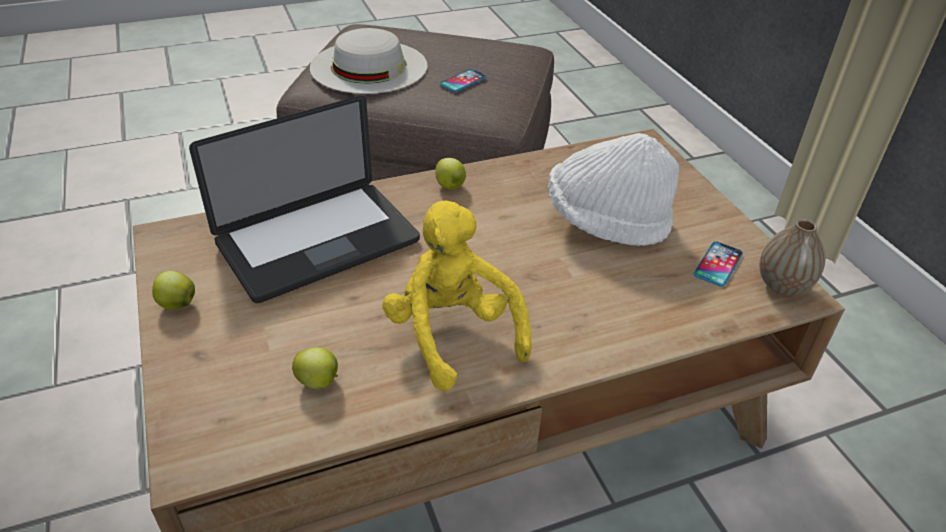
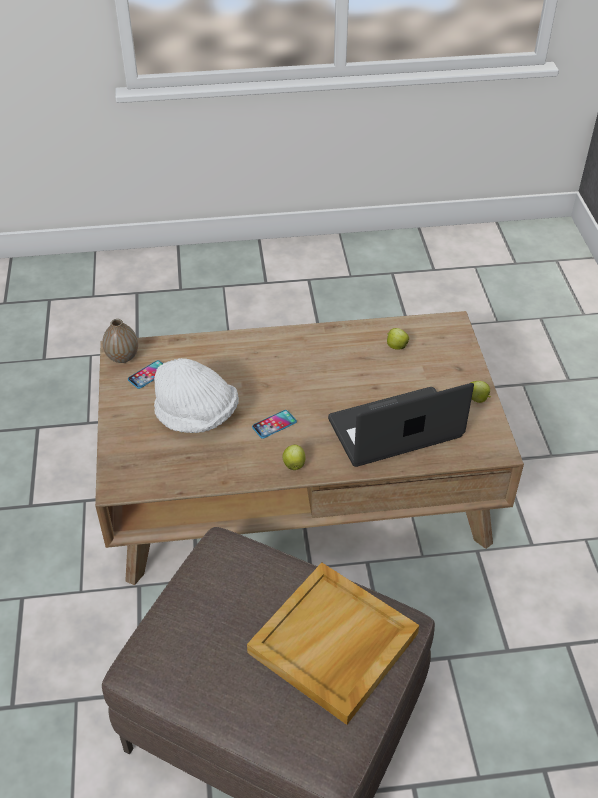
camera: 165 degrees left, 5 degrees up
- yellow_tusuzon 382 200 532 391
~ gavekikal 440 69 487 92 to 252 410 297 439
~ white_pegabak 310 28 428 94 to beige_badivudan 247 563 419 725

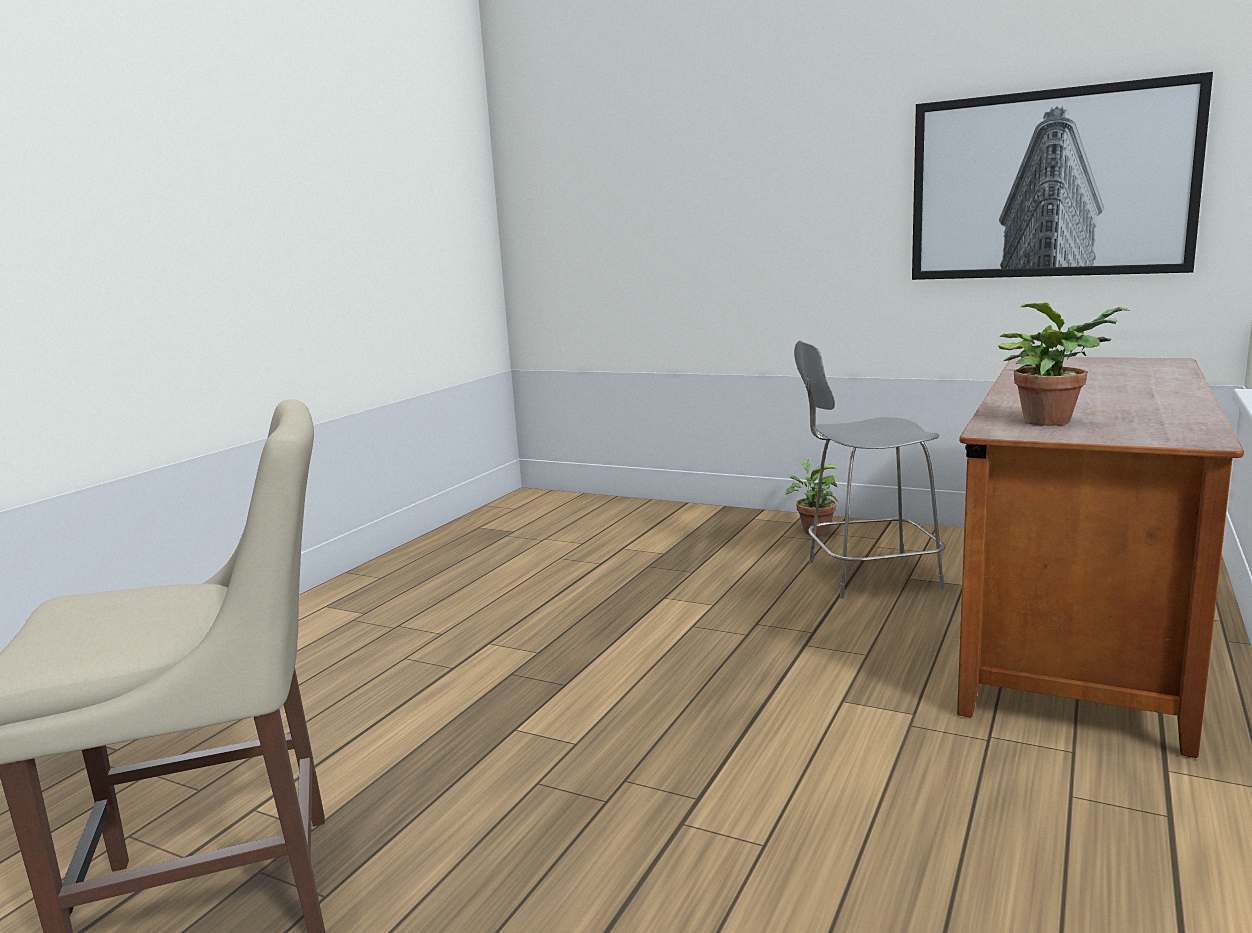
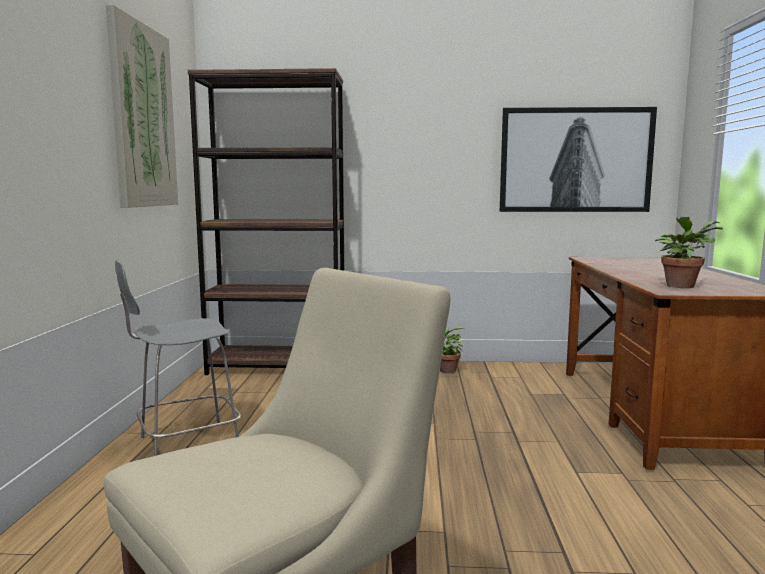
camera: 25 degrees left, 5 degrees down
+ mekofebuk 106 4 178 208
+ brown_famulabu 188 68 344 375
~ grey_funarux 794 340 945 599 to 115 259 241 456

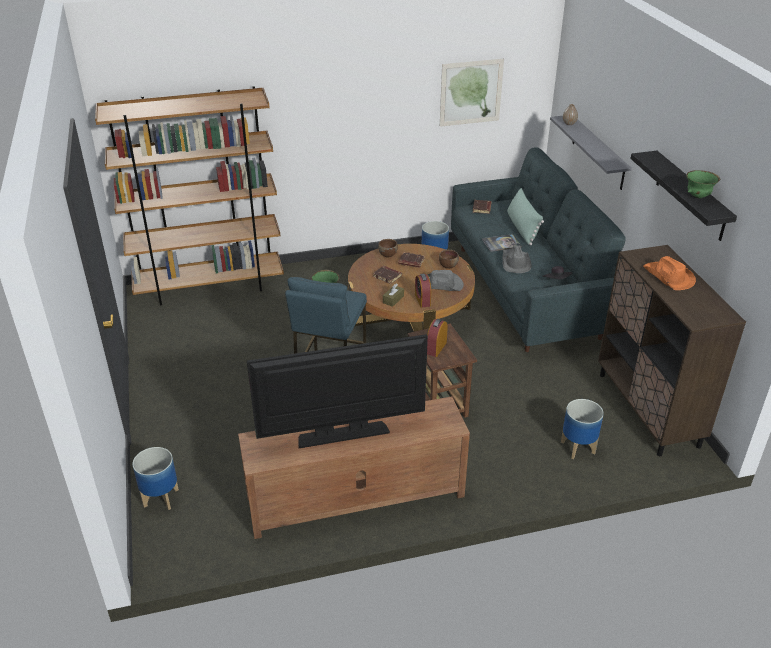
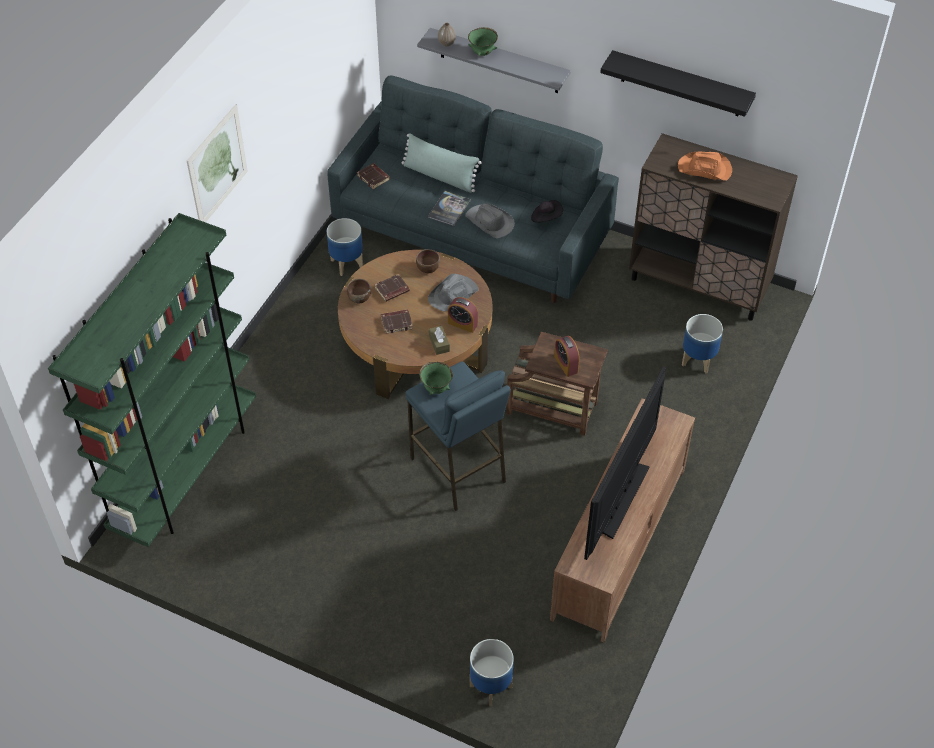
camera: 50 degrees left, 15 degrees up
~ mekofebuk 440 59 504 127 to 187 104 248 222
~ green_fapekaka 686 170 720 198 to 468 27 498 56
~ brown_famulabu 95 86 284 305 to green_famulabu 48 213 256 547

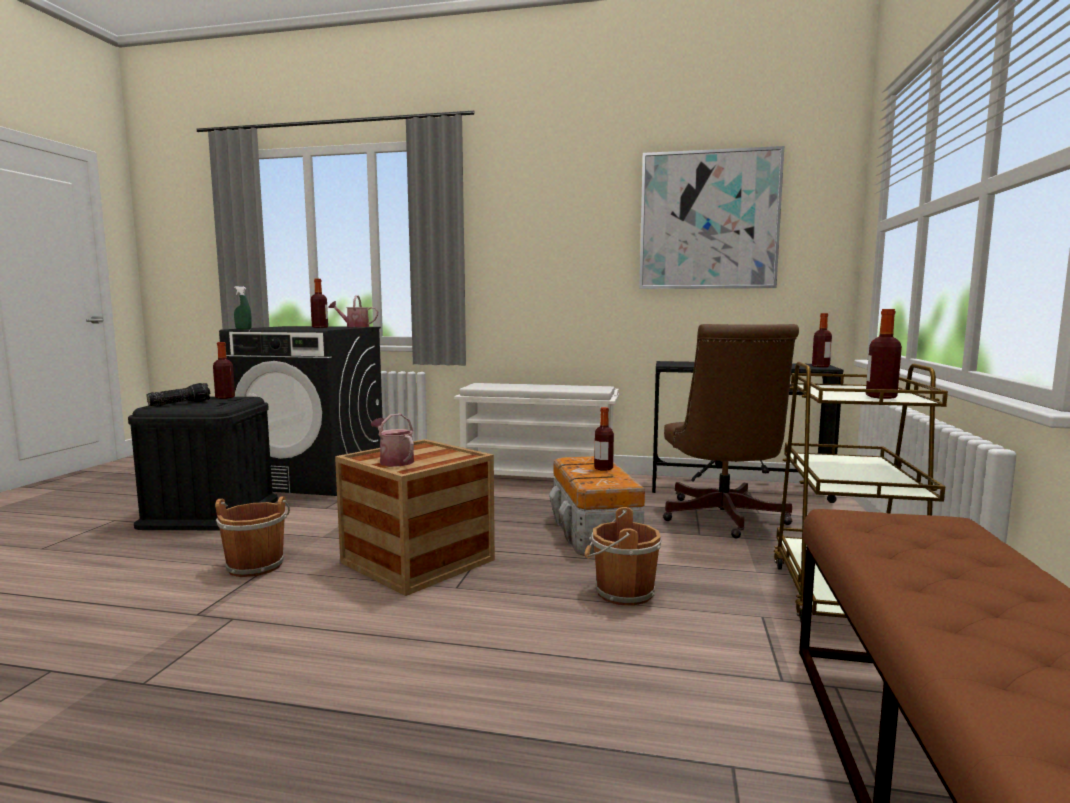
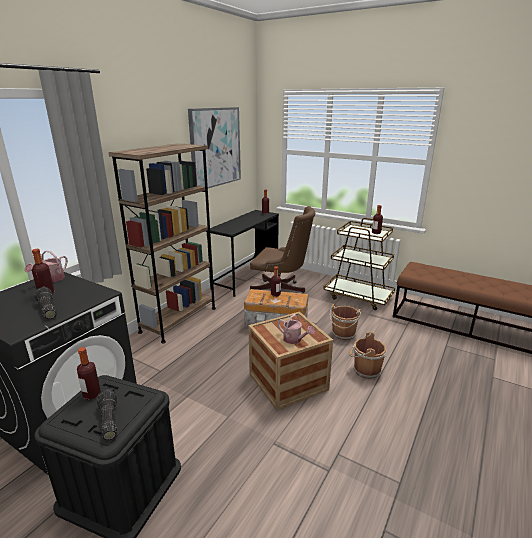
camera: 70 degrees left, 15 degrees up
- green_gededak 234 286 252 329
+ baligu 34 287 57 319
~ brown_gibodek 215 496 290 577 to 350 332 387 379
~ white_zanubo 454 383 619 478 to brown_famulabu 109 143 216 344
~ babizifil 371 413 414 467 = 278 314 315 344 120 degrees counterclockwise

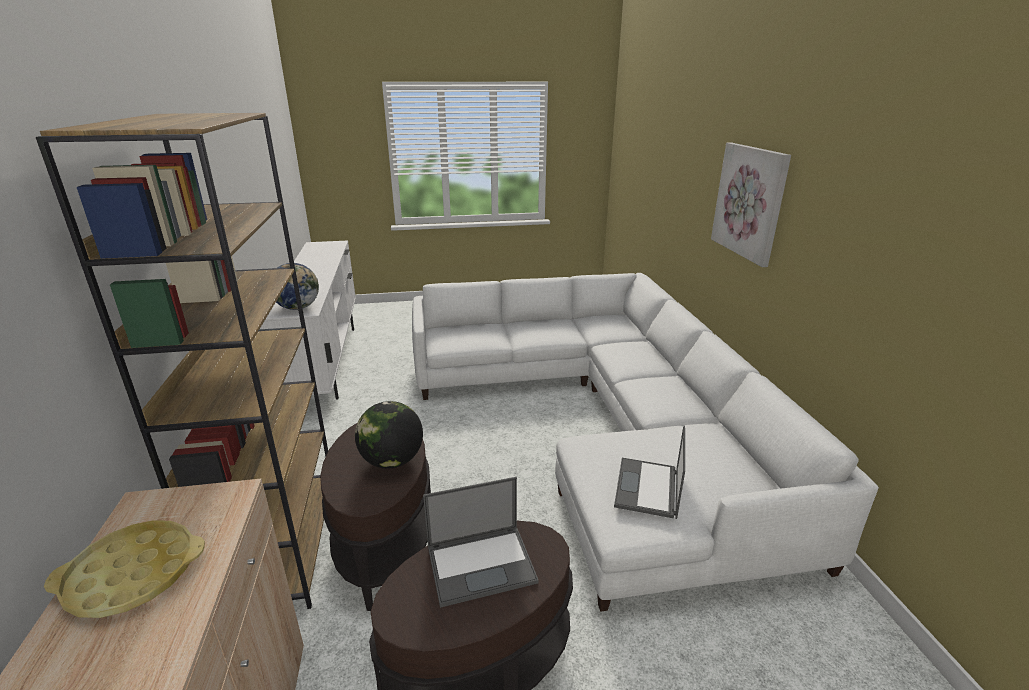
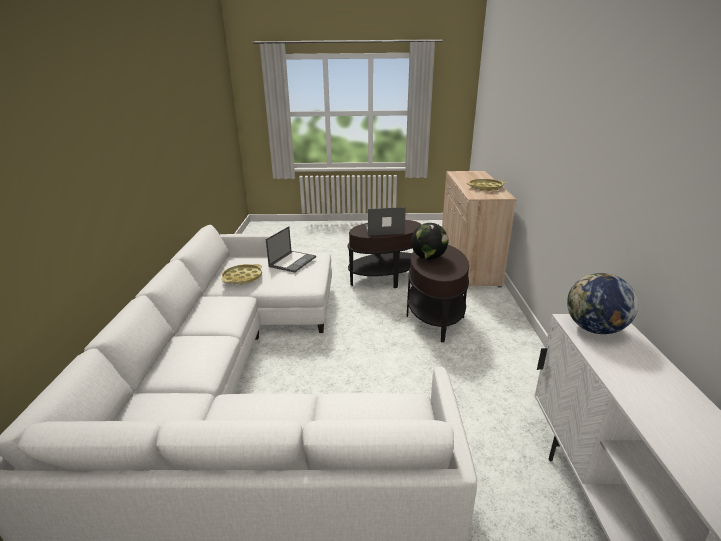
camera: 170 degrees left, 0 degrees up
- brown_famulabu 36 113 328 609
- mekofebuk 711 142 791 267
+ yellow_badivudan 221 264 262 285

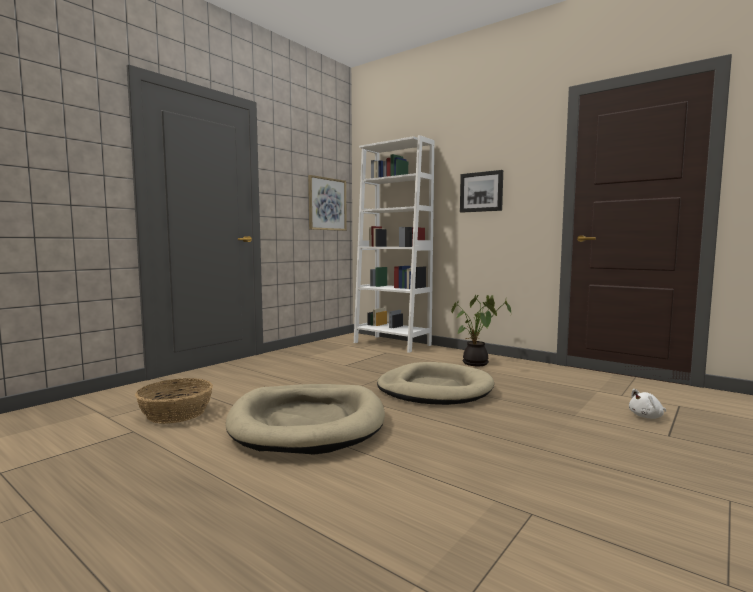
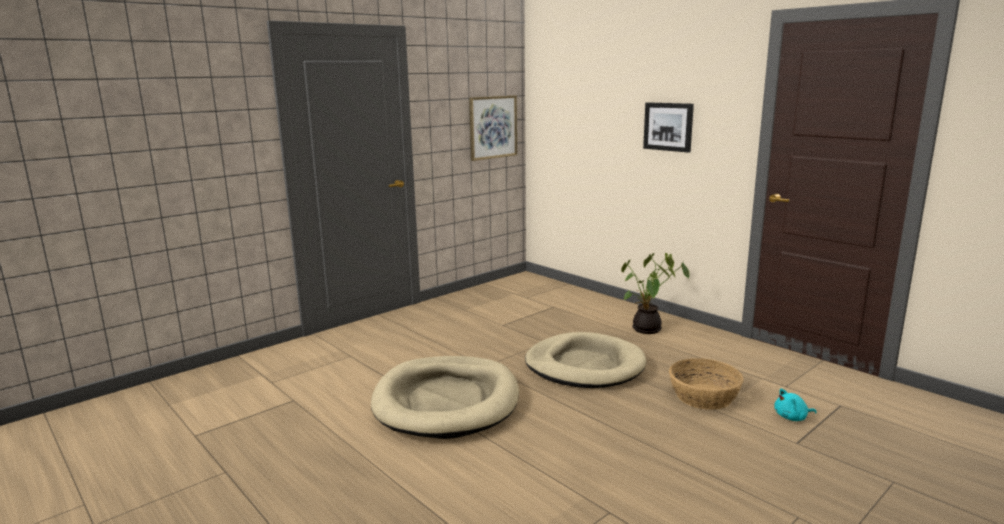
camera: 10 degrees right, 10 degrees up
- white_famulabu 354 135 434 353
~ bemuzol 135 378 213 424 to 669 359 744 410
~ white_tusuzon 629 389 666 419 to turquoise_tusuzon 774 389 817 421

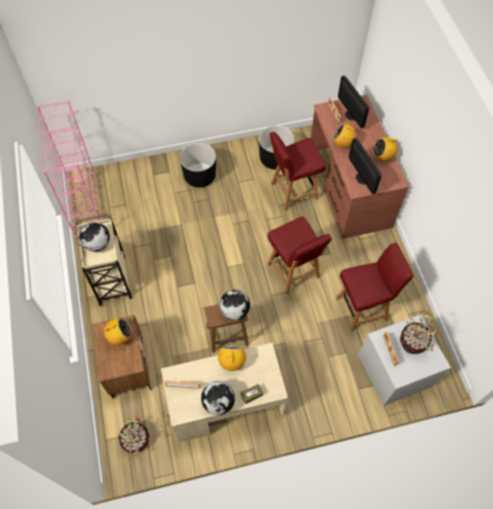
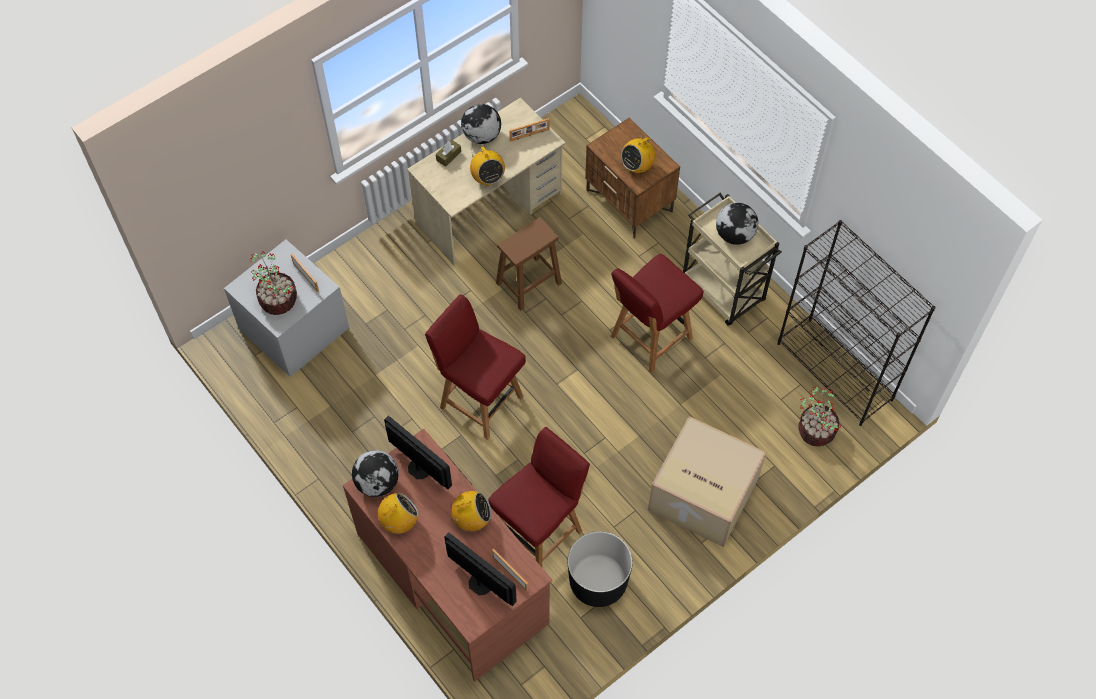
camera: 155 degrees right, 0 degrees up
~ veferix 118 415 149 456 to 798 387 841 446
~ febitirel 219 290 250 320 to 352 450 399 497
~ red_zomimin 335 242 414 332 to 611 254 703 374
~ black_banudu 180 143 216 188 to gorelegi 648 416 767 547
~ pink_famulabu 36 100 102 241 to black_famulabu 778 220 936 426

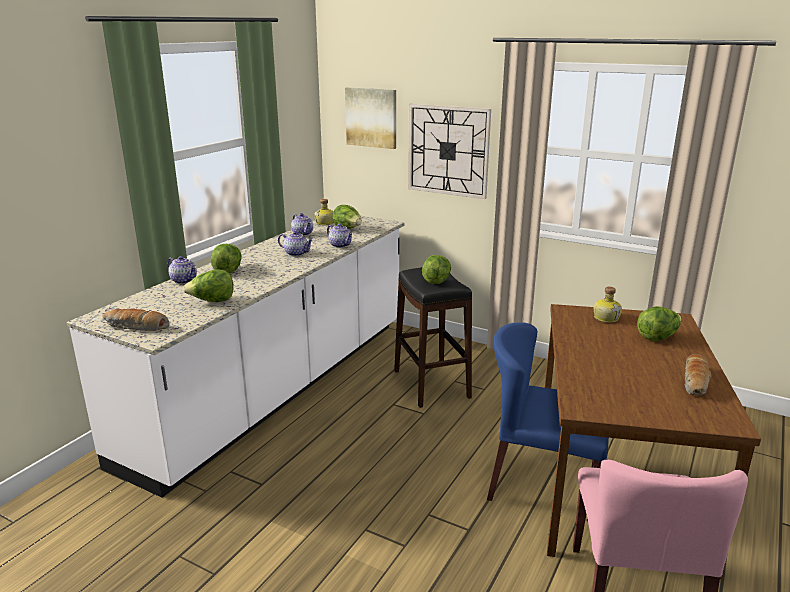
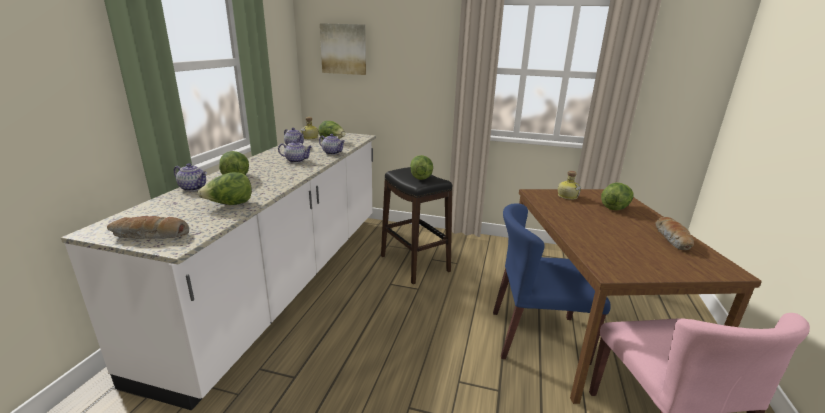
camera: 15 degrees left, 0 degrees up
- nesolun 408 104 491 199

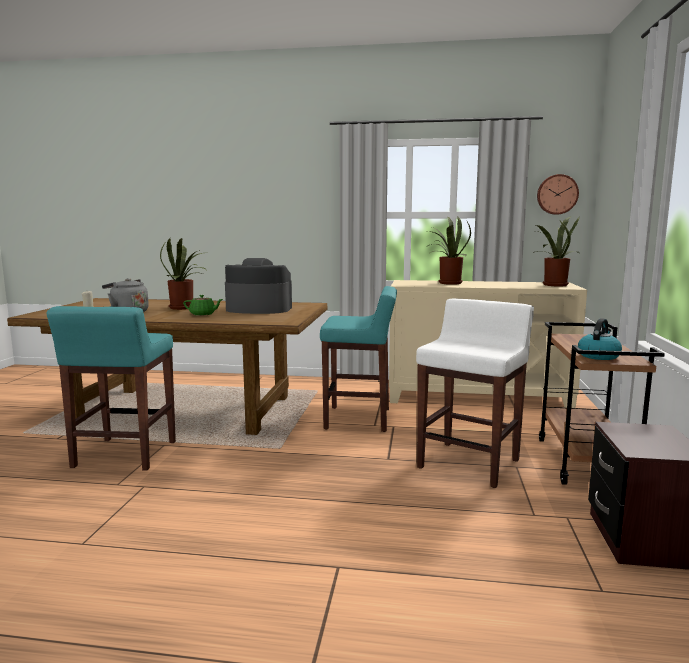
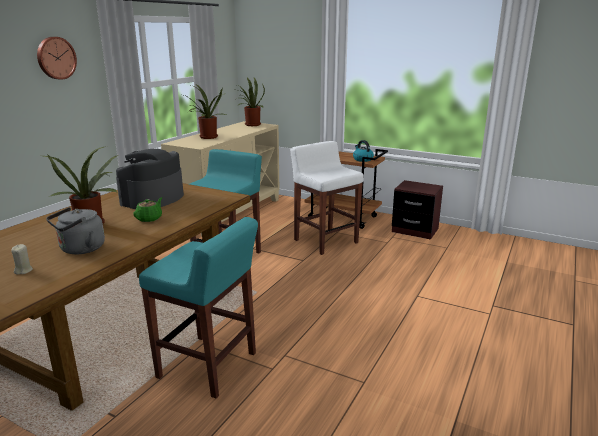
camera: 70 degrees left, 10 degrees up
~ nesolun 537 174 579 215 to 37 37 77 80

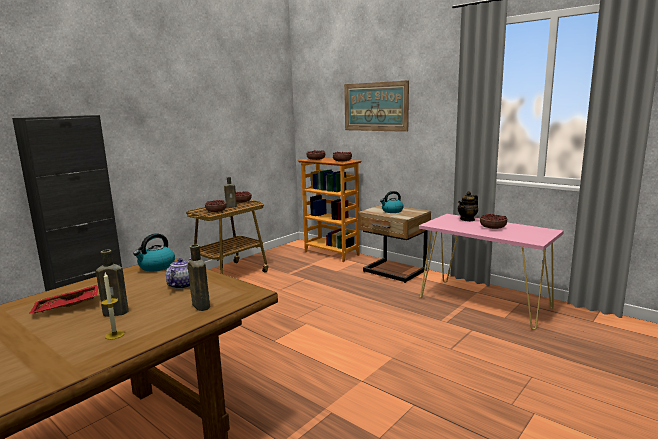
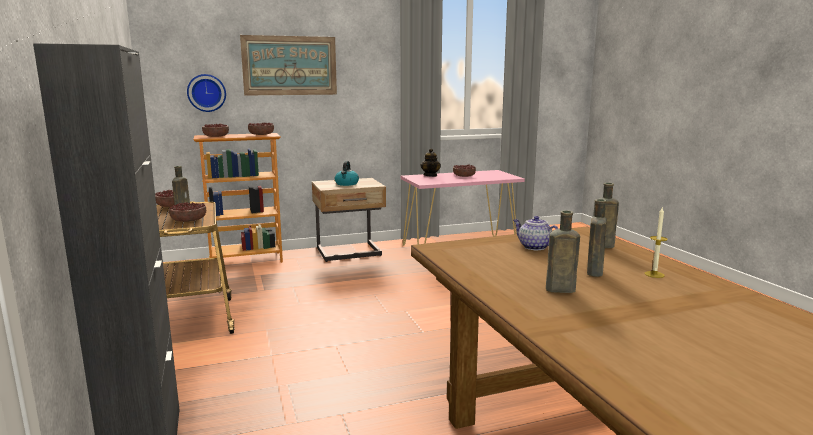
camera: 60 degrees left, 0 degrees up
- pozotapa 133 233 175 271
+ nesolun 187 74 226 112
~ red_badivudan 29 285 98 314 to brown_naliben 546 210 580 293

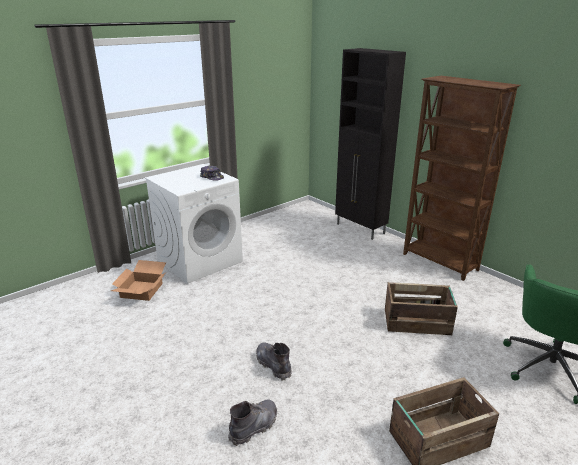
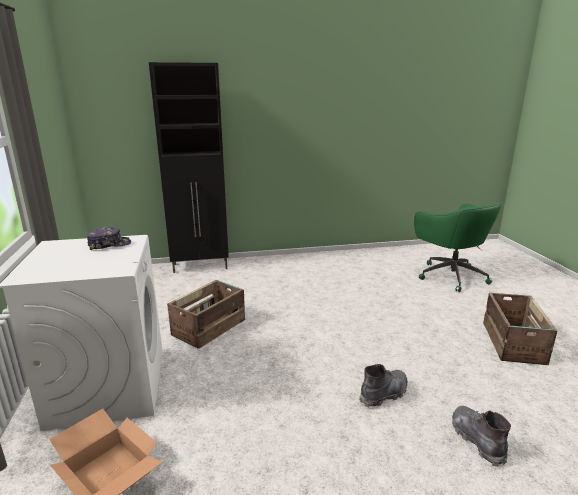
camera: 60 degrees left, 5 degrees down
- brown_famulabu 403 76 521 281
~ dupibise 385 282 458 335 to 167 280 245 349
~ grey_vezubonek 256 343 292 381 = 359 364 408 408 150 degrees clockwise

